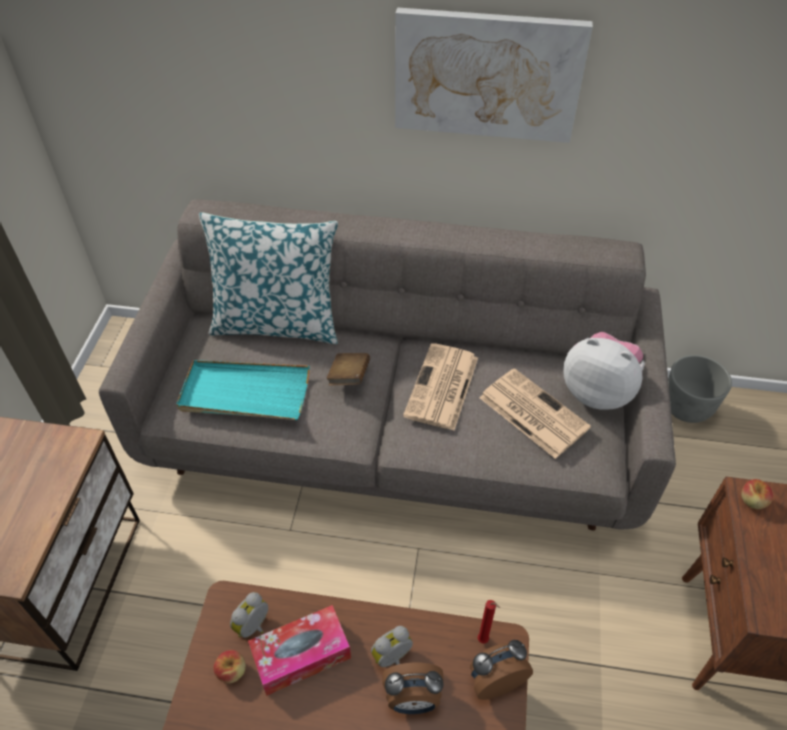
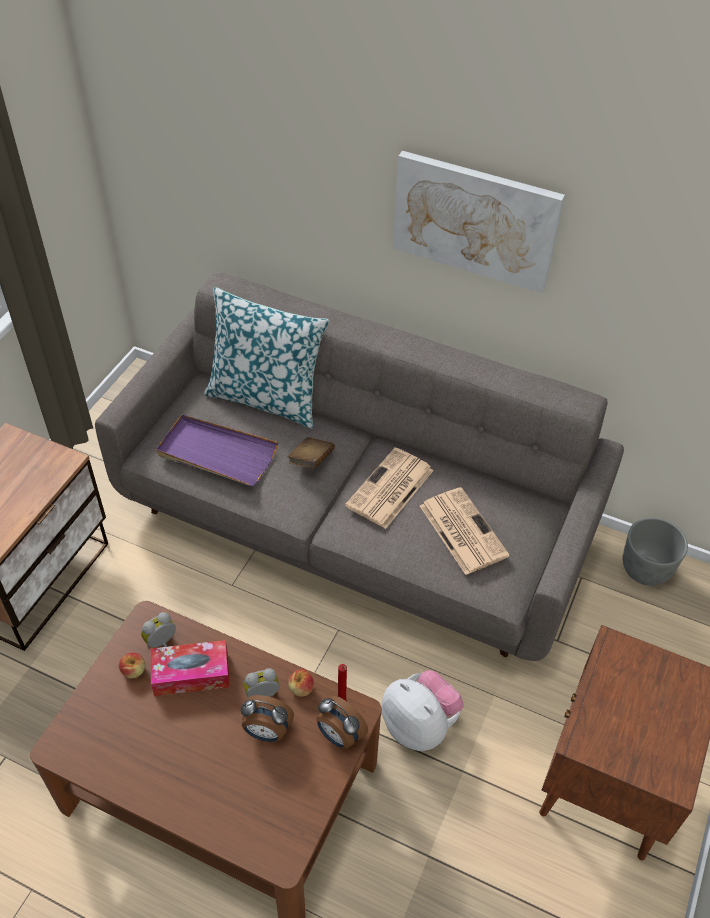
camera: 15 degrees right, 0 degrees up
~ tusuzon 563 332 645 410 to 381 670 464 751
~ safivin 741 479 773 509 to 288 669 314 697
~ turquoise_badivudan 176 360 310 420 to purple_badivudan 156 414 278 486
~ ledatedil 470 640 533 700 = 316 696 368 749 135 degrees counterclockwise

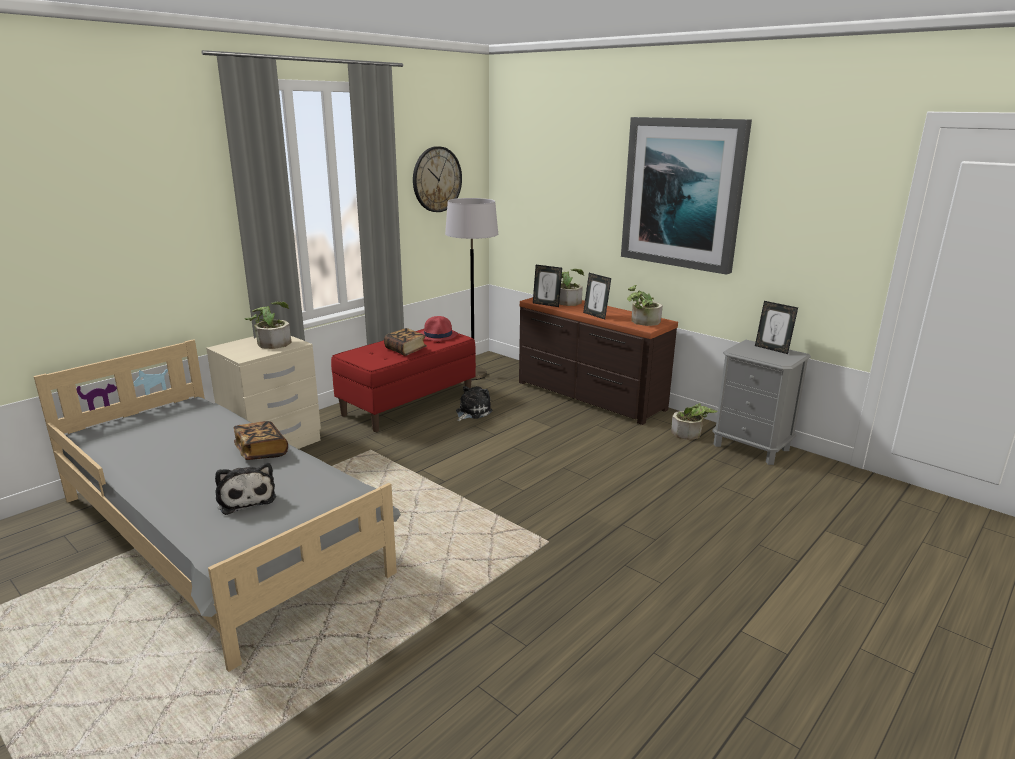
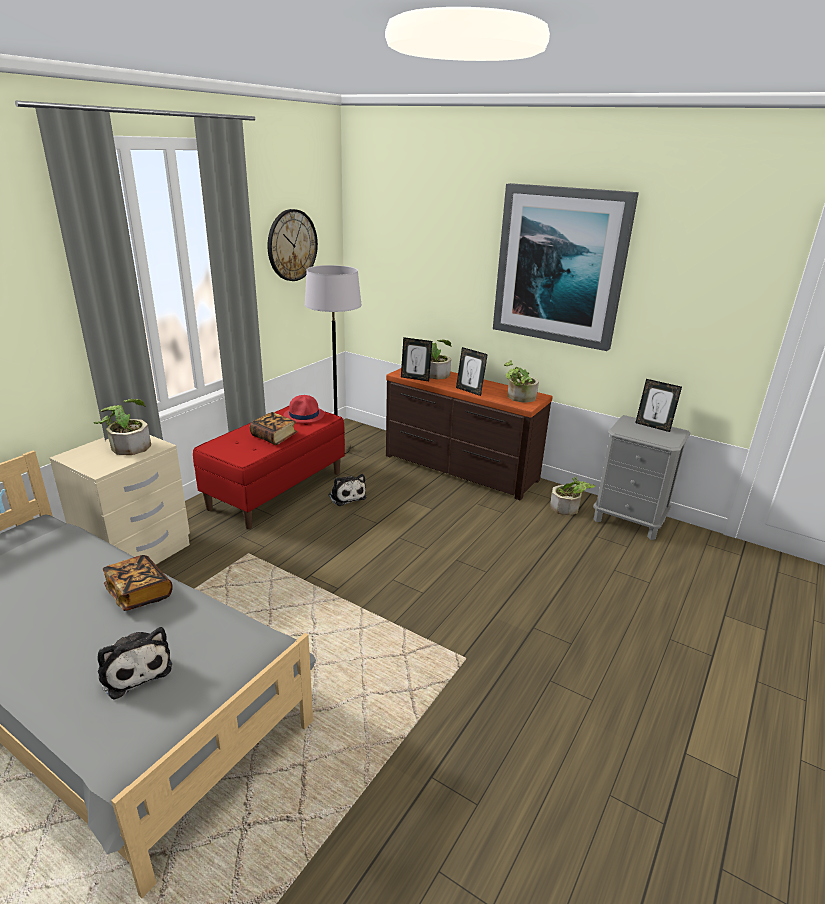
camera: 10 degrees left, 5 degrees up
~ tusuzon 456 386 493 421 = 329 474 366 506 120 degrees clockwise

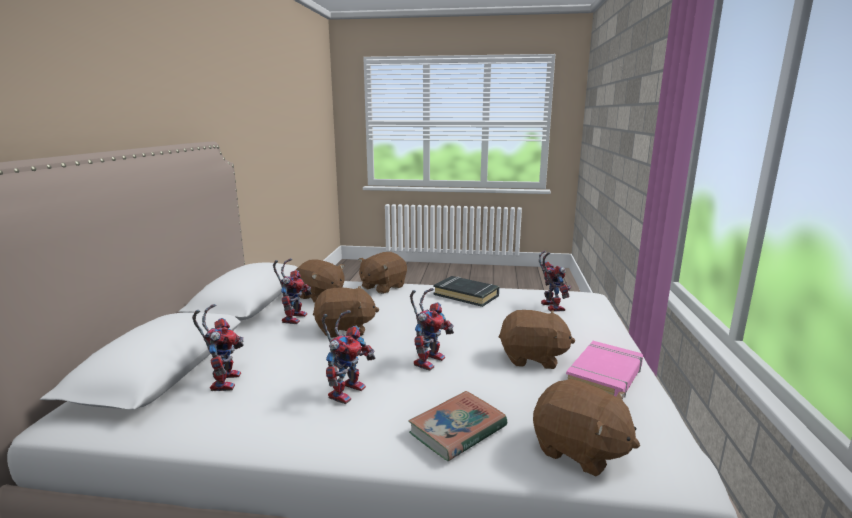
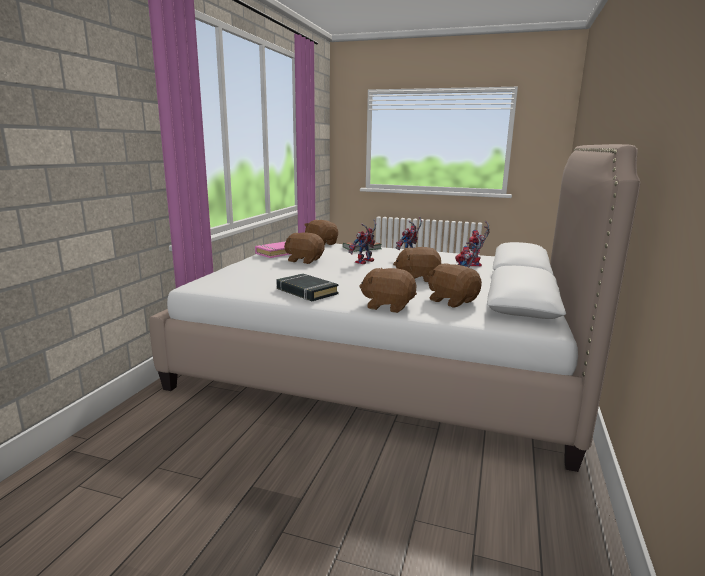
camera: 170 degrees left, 0 degrees up
- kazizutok 539 250 571 312
~ brown_tusuzon 358 252 407 294 = 359 268 417 313 120 degrees counterclockwise

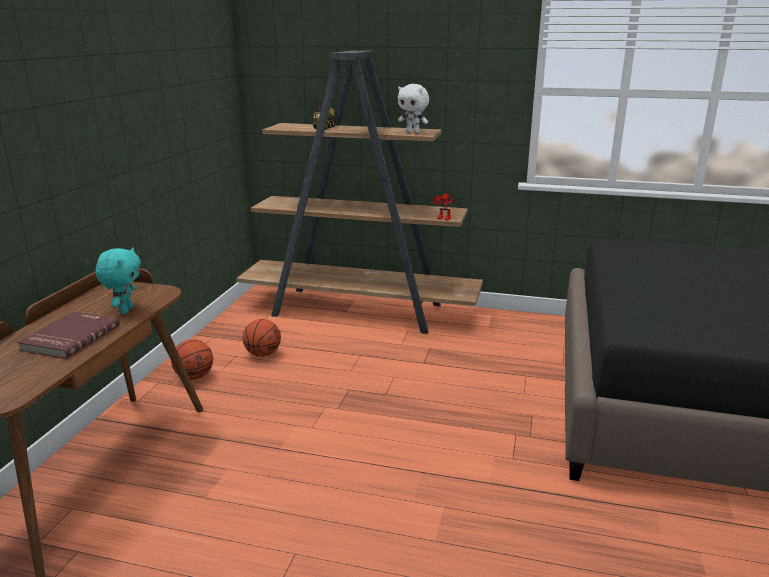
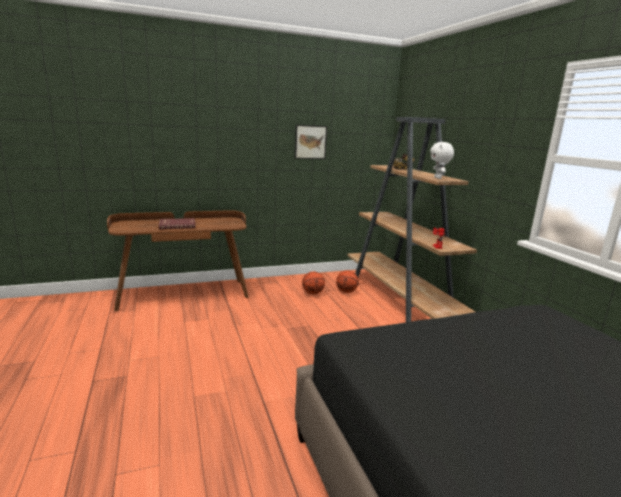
camera: 55 degrees right, 5 degrees down
- turquoise_tusuzon 95 248 141 314
+ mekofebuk 295 125 327 159
~ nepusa 171 339 213 380 to 336 270 359 293

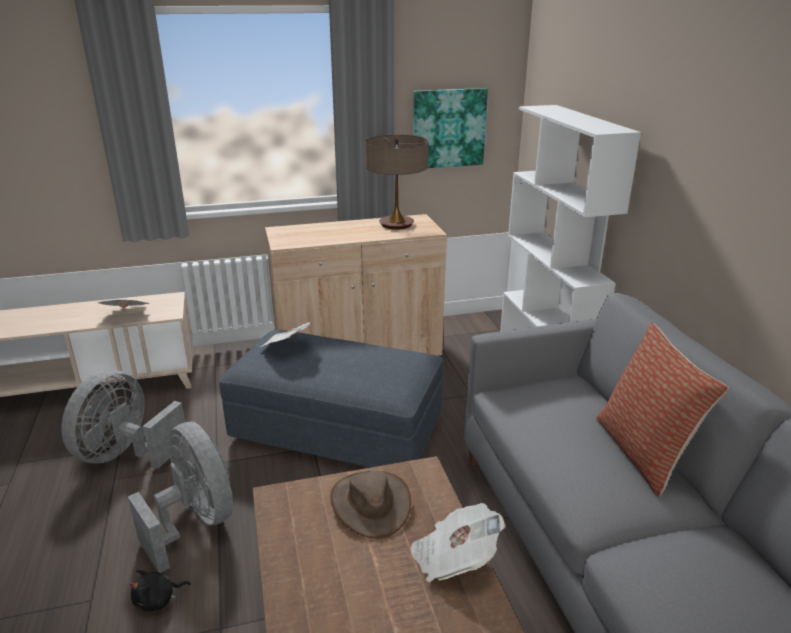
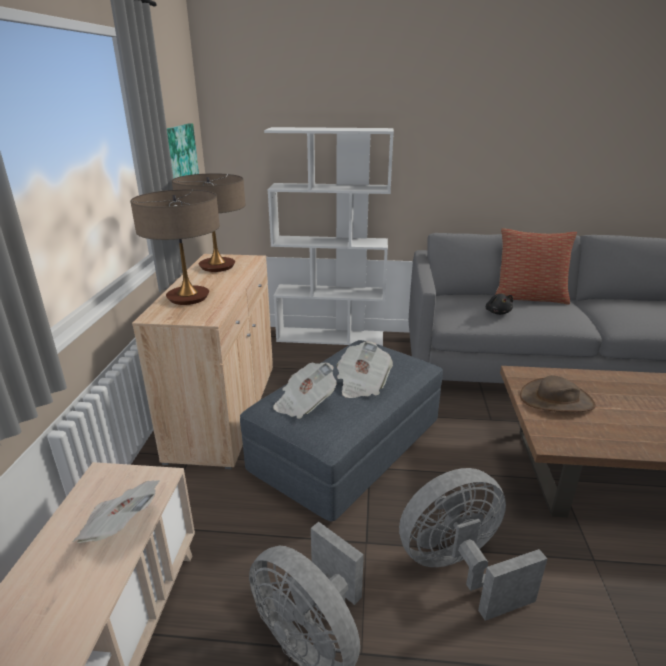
camera: 70 degrees left, 0 degrees up
+ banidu 130 189 220 305
~ black_tusuzon 129 569 191 611 to 486 294 513 315
~ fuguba 410 503 505 582 to 337 341 393 398

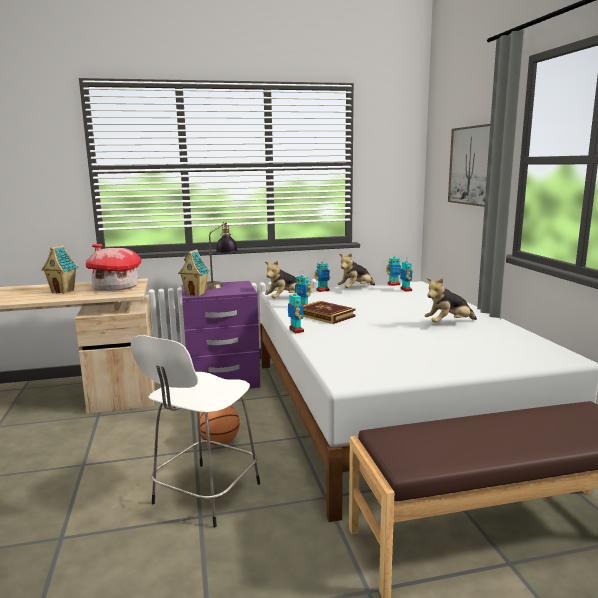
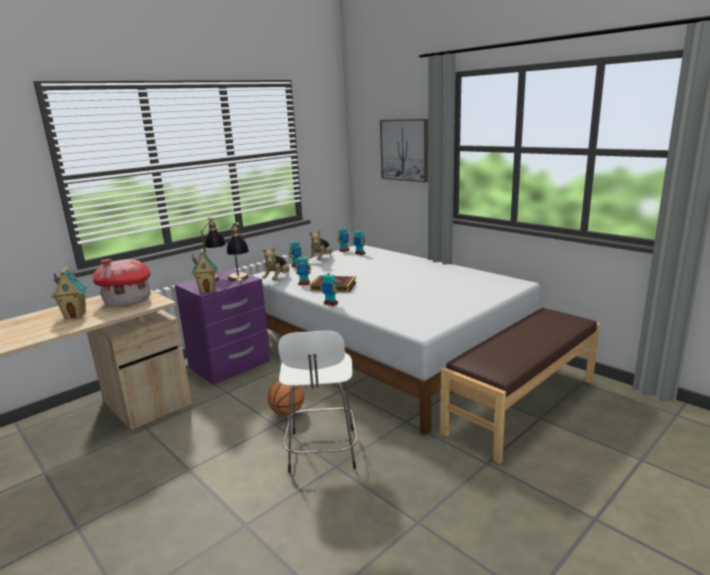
camera: 30 degrees left, 5 degrees up
- tusuzon 424 278 477 322
+ banidu 227 222 249 281

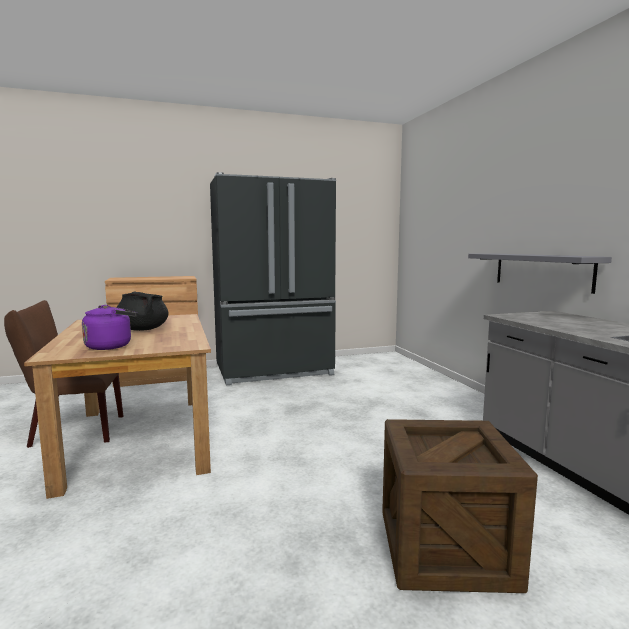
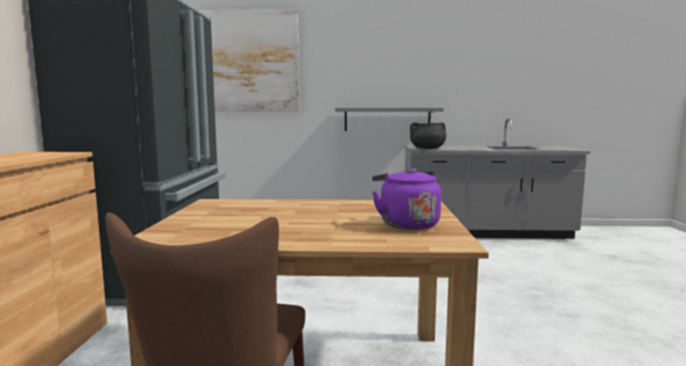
camera: 70 degrees left, 0 degrees up
- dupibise 382 419 538 593
+ mekofebuk 198 9 300 111
~ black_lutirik 116 291 168 331 to 410 123 447 149

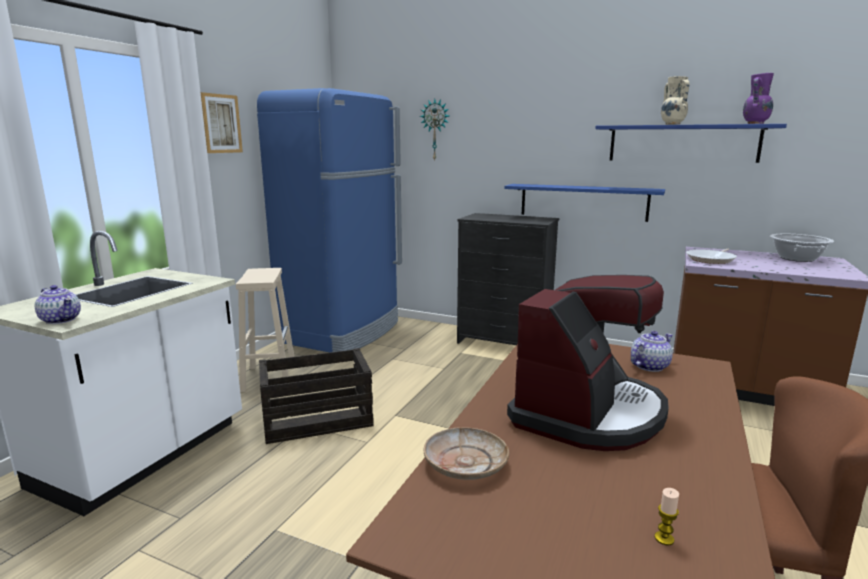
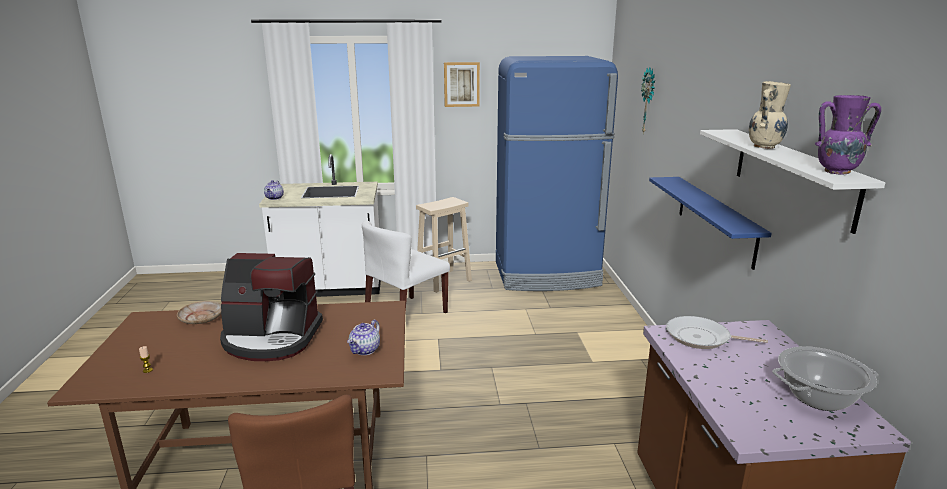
camera: 60 degrees right, 5 degrees up
- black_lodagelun 457 213 559 345
~ dupibise 259 348 374 444 to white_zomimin 362 221 450 314
~ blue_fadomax 595 124 787 163 to white_fadomax 700 129 885 234
~ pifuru 631 331 673 372 = 347 320 380 355 90 degrees clockwise

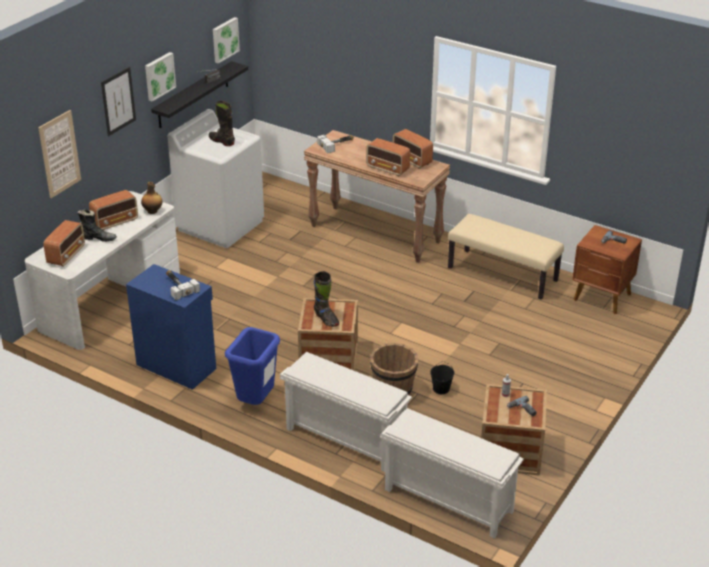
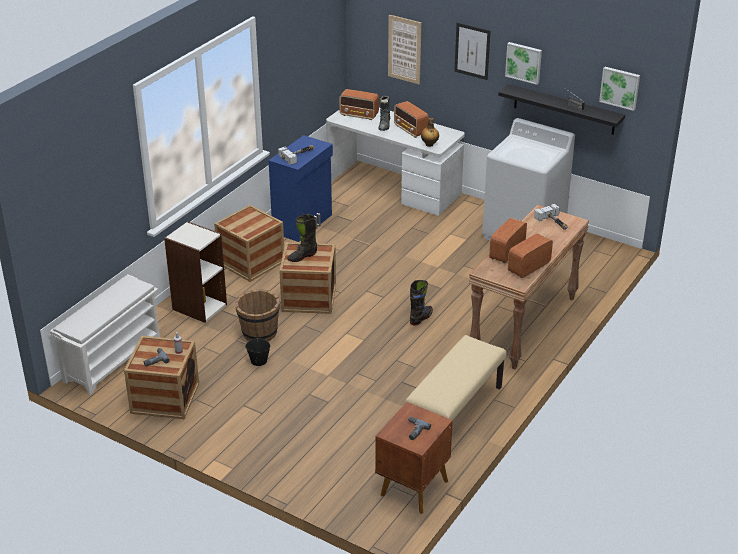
camera: 90 degrees right, 0 degrees up
~ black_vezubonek 209 101 235 146 to 410 280 433 326
~ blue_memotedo 225 327 280 405 to dupibise 214 205 284 282
~ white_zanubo 280 352 412 472 to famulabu 164 221 227 323

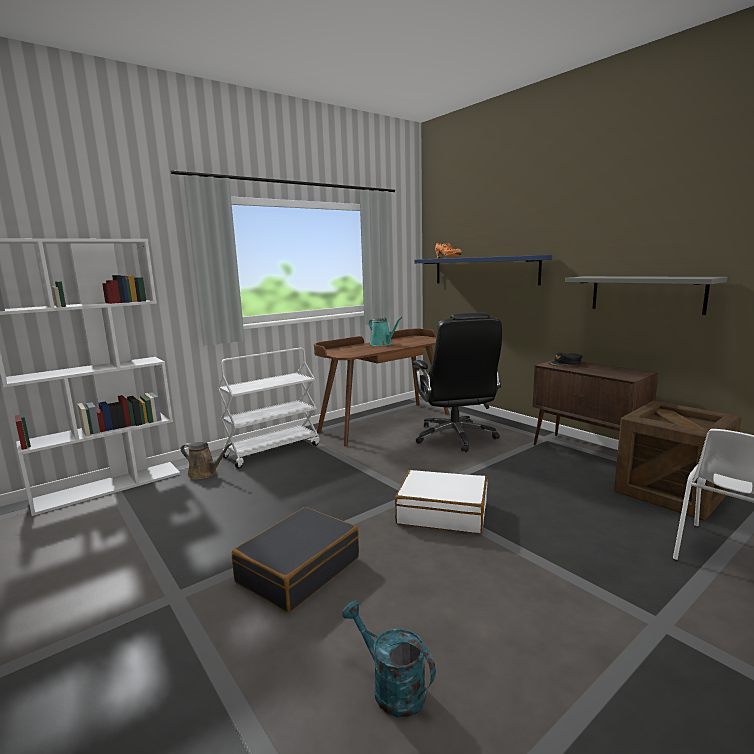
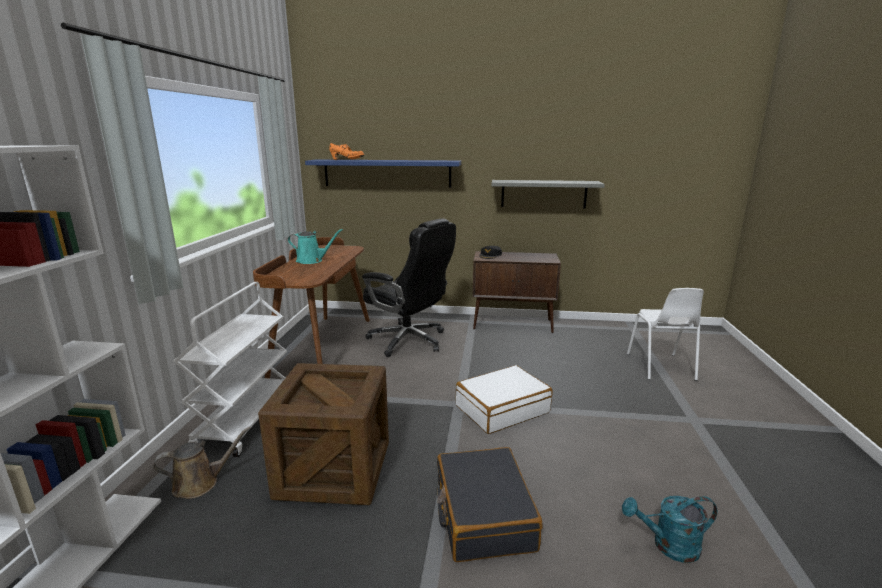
camera: 45 degrees left, 5 degrees up
~ dupibise 614 401 741 521 to 258 363 389 505

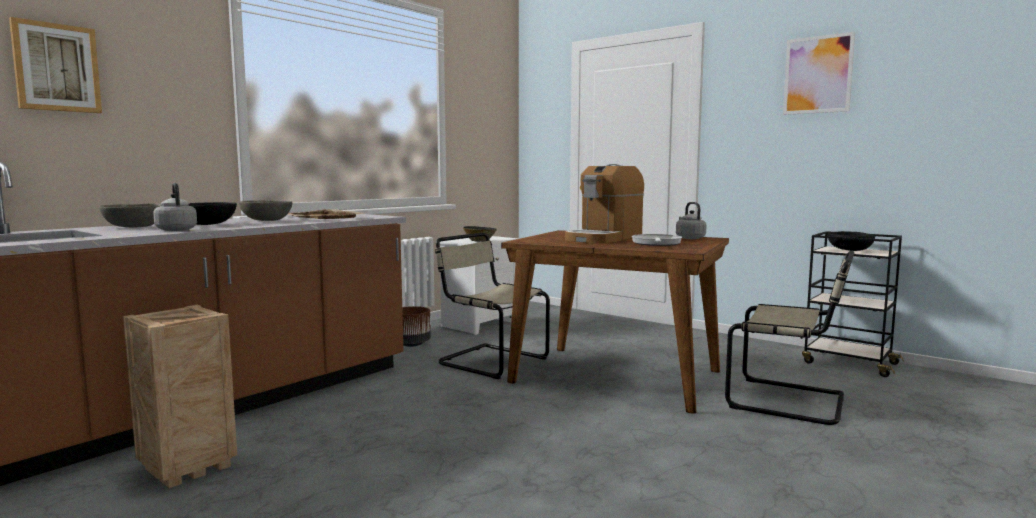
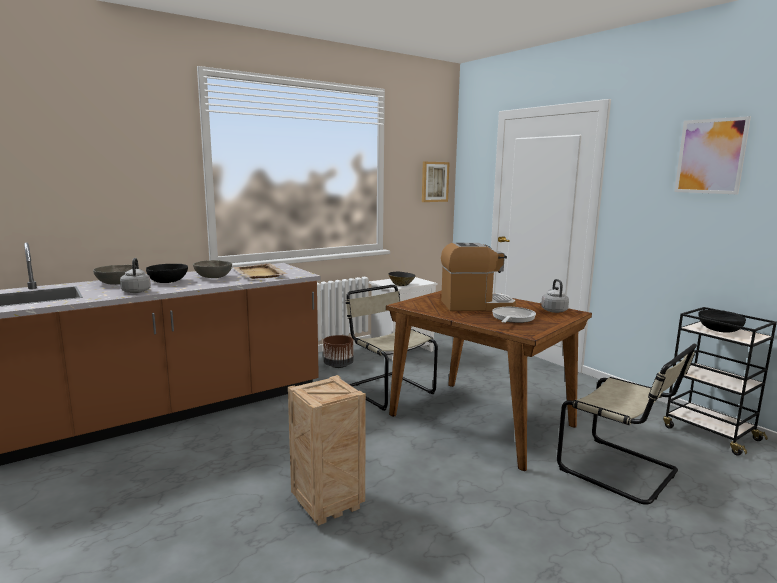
camera: 15 degrees right, 5 degrees up
~ mekofebuk 9 17 102 113 to 422 162 450 202
~ dupibise 123 305 237 488 to 288 375 366 526
~ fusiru 565 164 644 244 = 441 243 516 311 150 degrees counterclockwise

